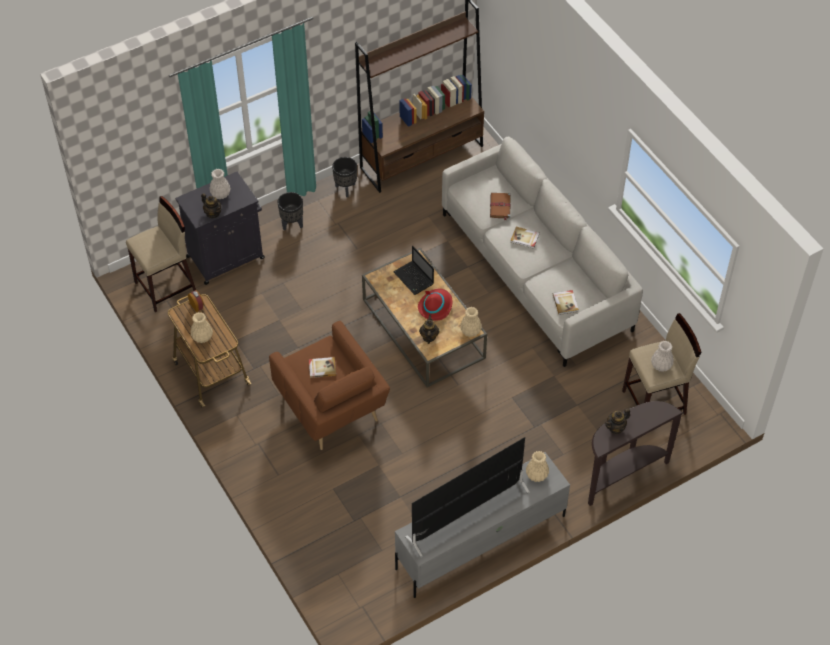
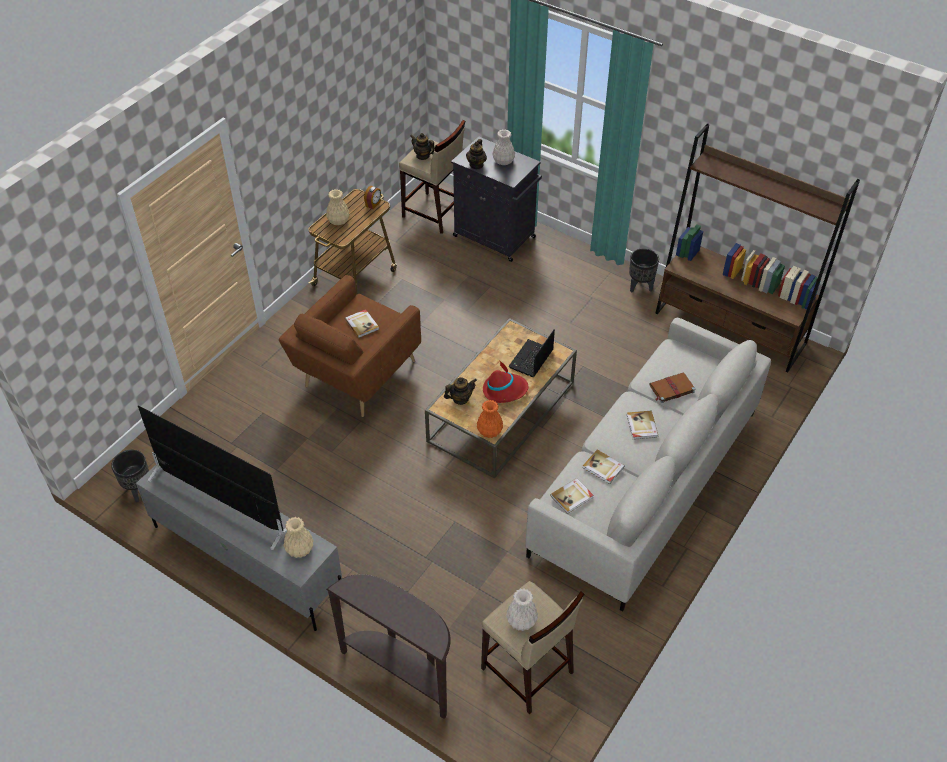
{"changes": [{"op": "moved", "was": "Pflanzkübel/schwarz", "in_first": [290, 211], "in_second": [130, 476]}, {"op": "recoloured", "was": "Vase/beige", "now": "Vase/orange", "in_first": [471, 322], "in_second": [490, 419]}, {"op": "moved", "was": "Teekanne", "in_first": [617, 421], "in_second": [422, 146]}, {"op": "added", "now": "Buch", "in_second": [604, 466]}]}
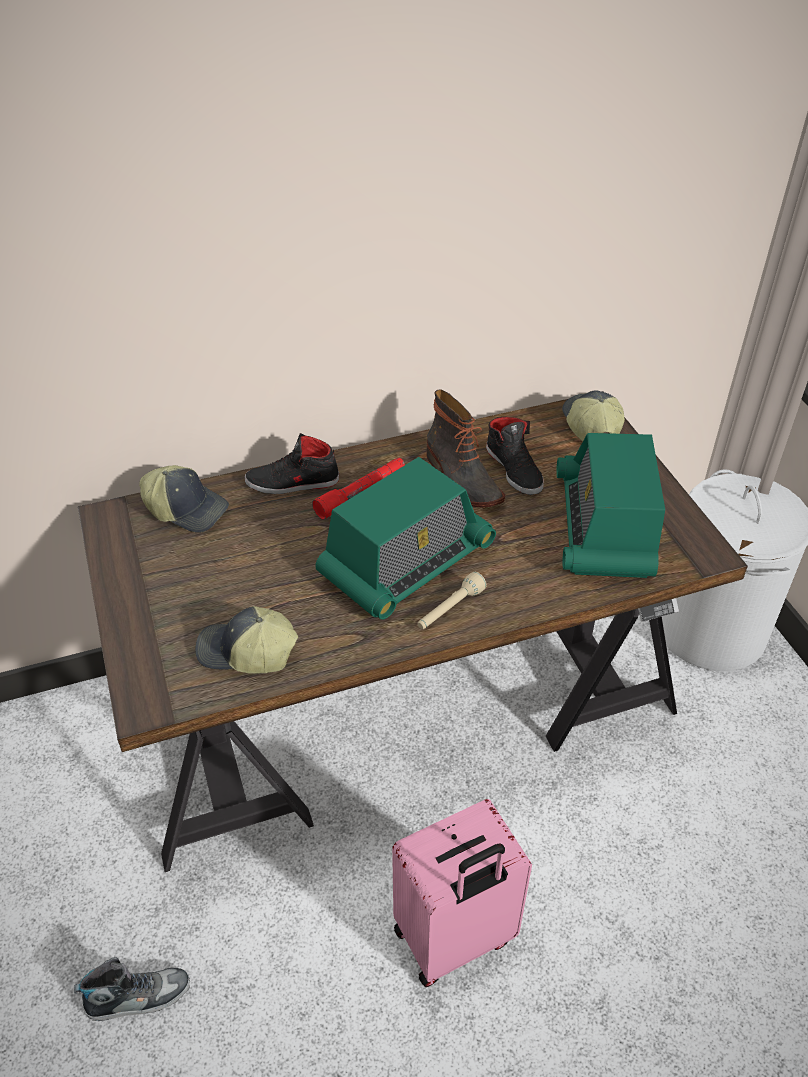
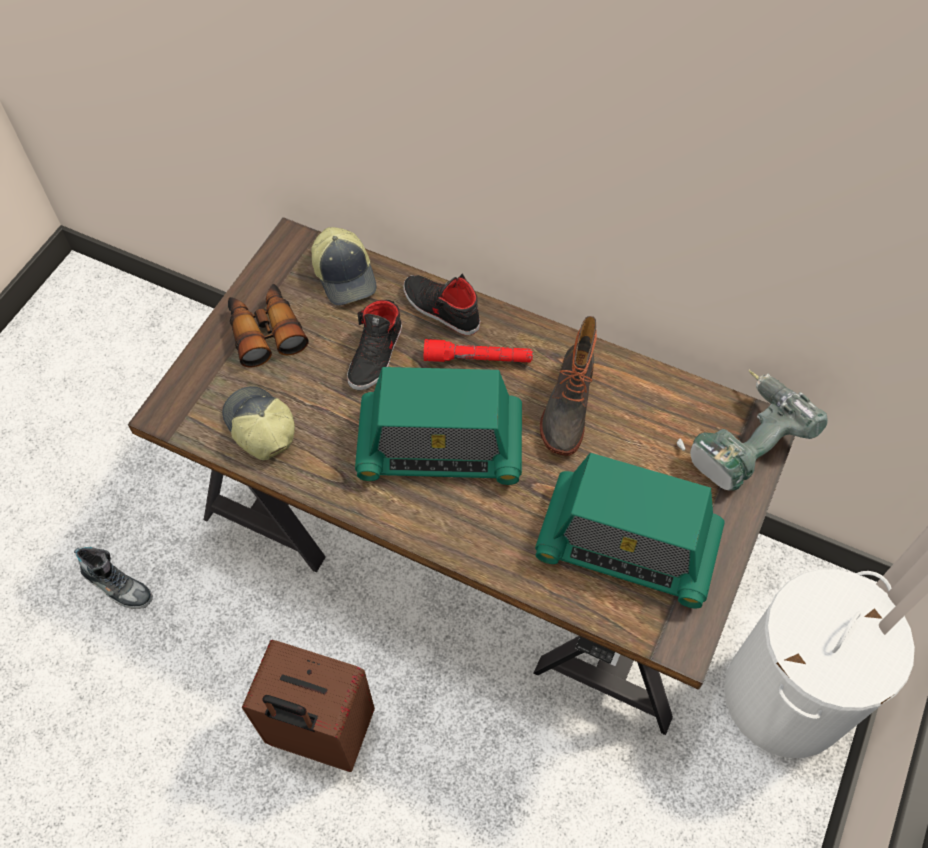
{"changes": [{"op": "recoloured", "was": "Koffer/rosa", "now": "Koffer/braun", "in_first": [462, 893], "in_second": [308, 706]}, {"op": "removed", "was": "Taschenlampe/beige", "in_first": [452, 600]}, {"op": "moved", "was": "Schuh/schwarz", "in_first": [515, 456], "in_second": [374, 345]}, {"op": "turned", "was": "Radio", "in_first": [610, 505], "in_second": [630, 530], "clockwise": -120}, {"op": "replaced", "was": "Kappe", "now": "Bohrmaschine", "in_first": [593, 415], "in_second": [752, 430]}, {"op": "added", "now": "Fernglas", "in_second": [268, 325]}]}
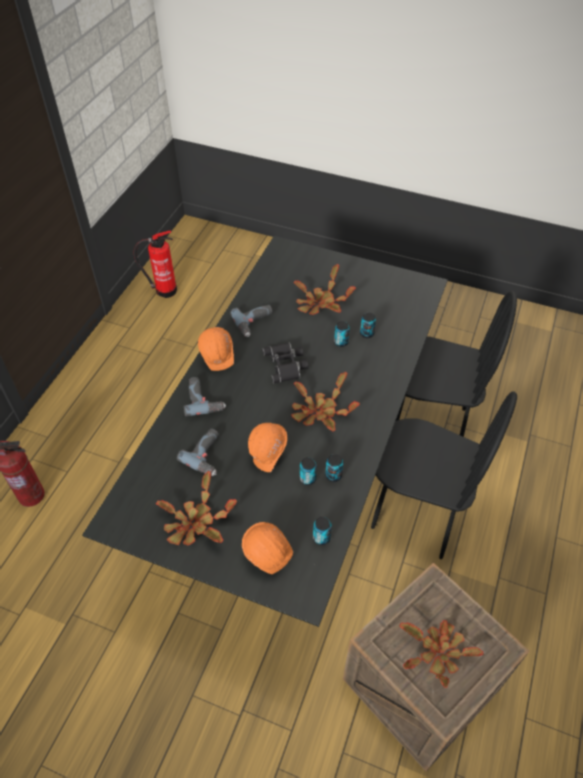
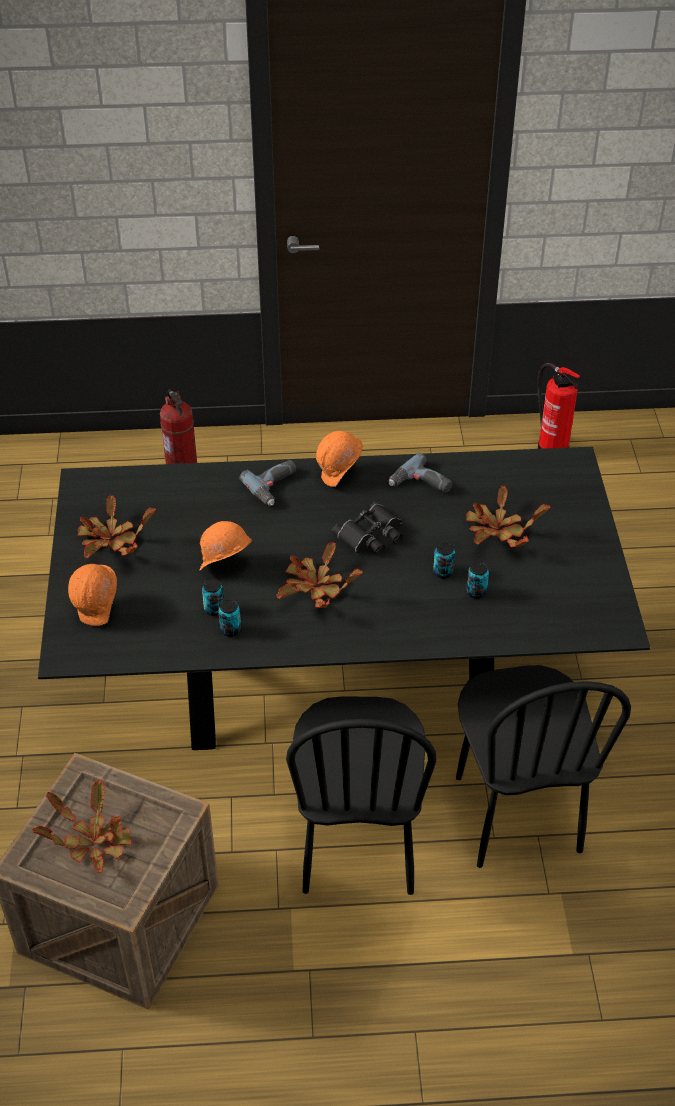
{"changes": [{"op": "removed", "was": "Bohrmaschine", "in_first": [198, 452]}, {"op": "removed", "was": "Dose", "in_first": [322, 531]}]}
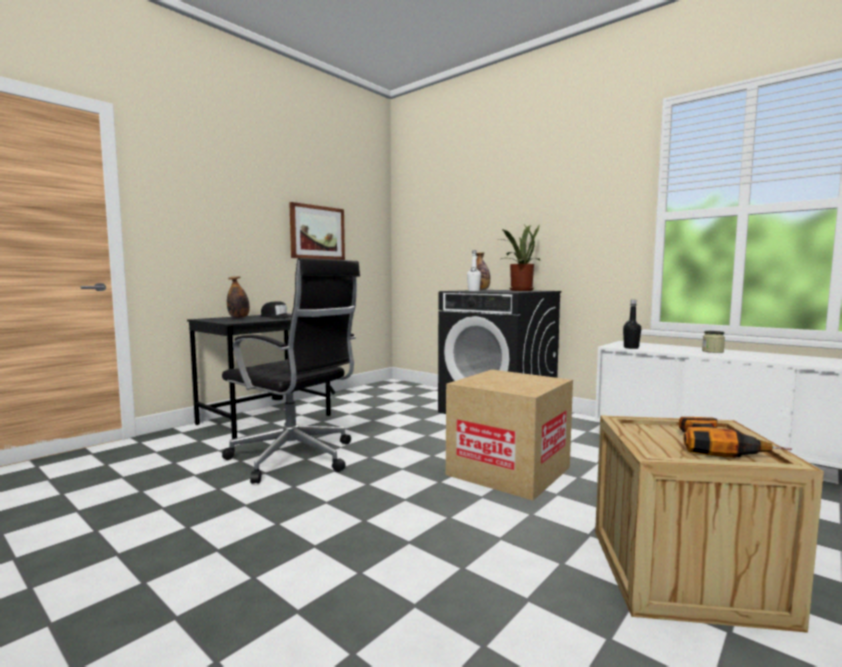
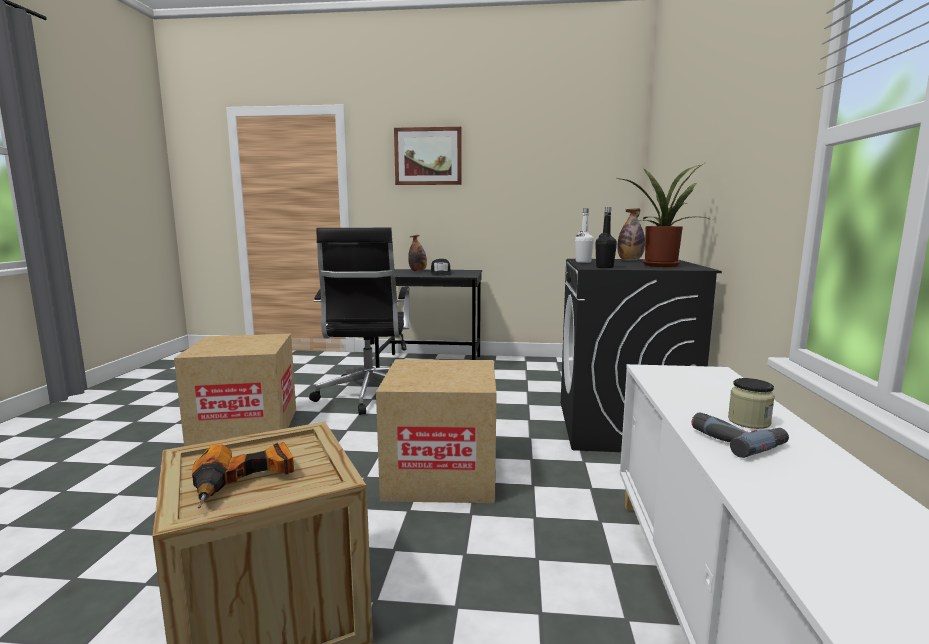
{"changes": [{"op": "moved", "was": "Bild", "in_first": [317, 231], "in_second": [428, 156]}, {"op": "moved", "was": "Flasche/schwarz", "in_first": [632, 324], "in_second": [606, 237]}, {"op": "added", "now": "Karton", "in_second": [235, 390]}, {"op": "added", "now": "Bohrmaschine", "in_second": [740, 435]}]}
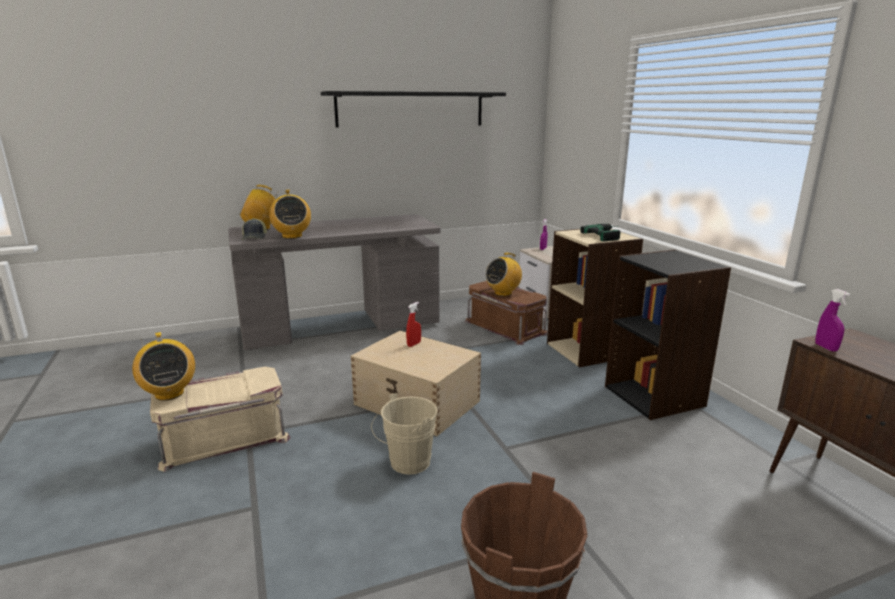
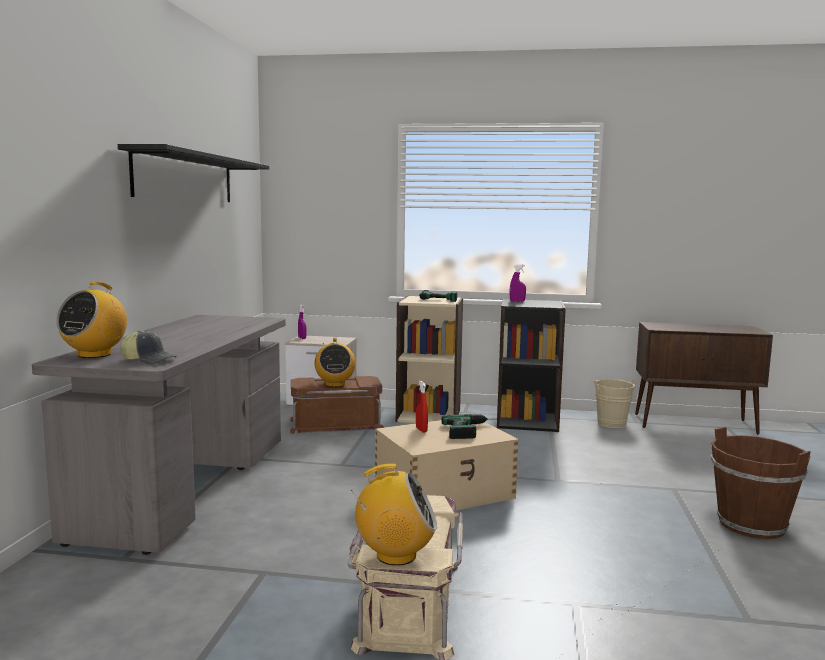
{"changes": [{"op": "removed", "was": "Radio", "in_first": [290, 214]}, {"op": "moved", "was": "Eimer/beige", "in_first": [404, 434], "in_second": [616, 403]}, {"op": "moved", "was": "Sprühflasche/lila", "in_first": [832, 320], "in_second": [518, 283]}, {"op": "added", "now": "Bohrmaschine", "in_second": [465, 426]}]}
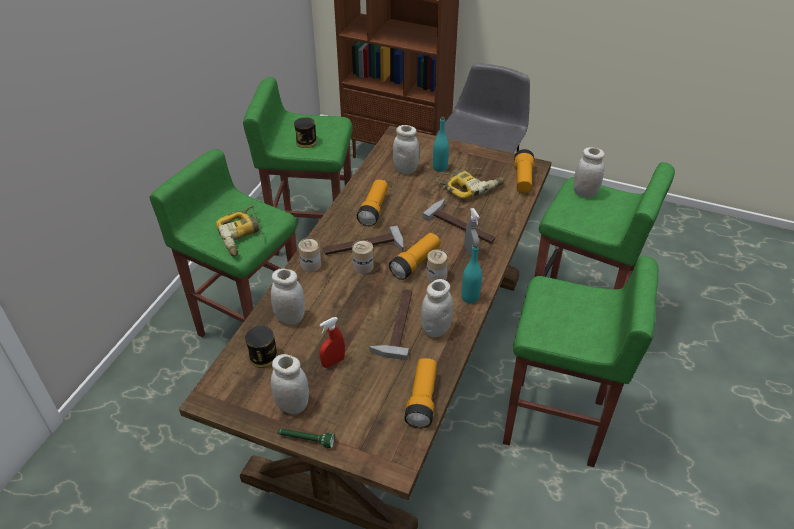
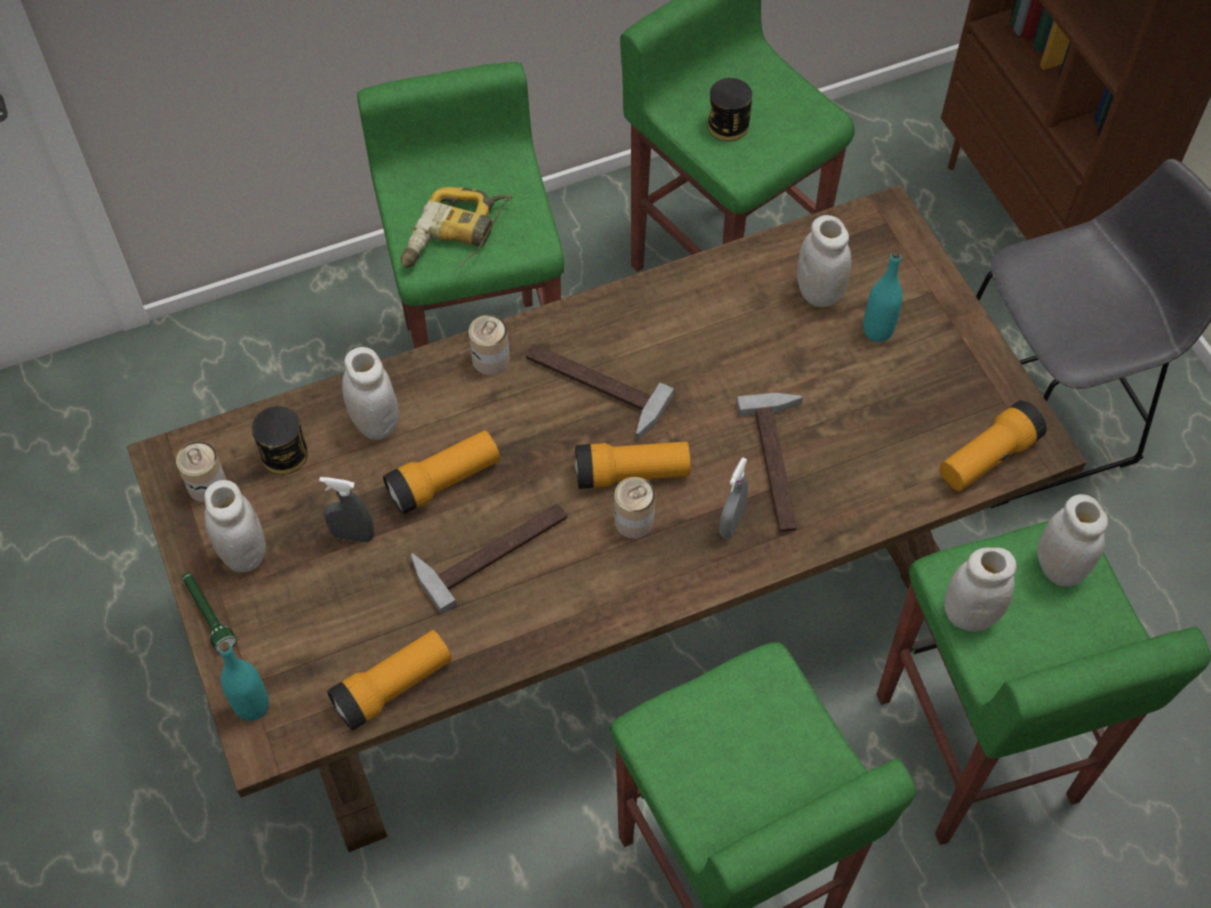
{"changes": [{"op": "recoloured", "was": "Sprühflasche/rot", "now": "Sprühflasche/grau", "in_first": [332, 342], "in_second": [346, 510]}, {"op": "moved", "was": "Dose", "in_first": [363, 257], "in_second": [201, 472]}, {"op": "moved", "was": "Taschenlampe", "in_first": [372, 202], "in_second": [441, 472]}, {"op": "moved", "was": "Vorratsglas/weiß", "in_first": [437, 308], "in_second": [980, 589]}, {"op": "removed", "was": "Bohrmaschine", "in_first": [470, 183]}, {"op": "moved", "was": "Flasche/türkis", "in_first": [472, 273], "in_second": [244, 681]}]}
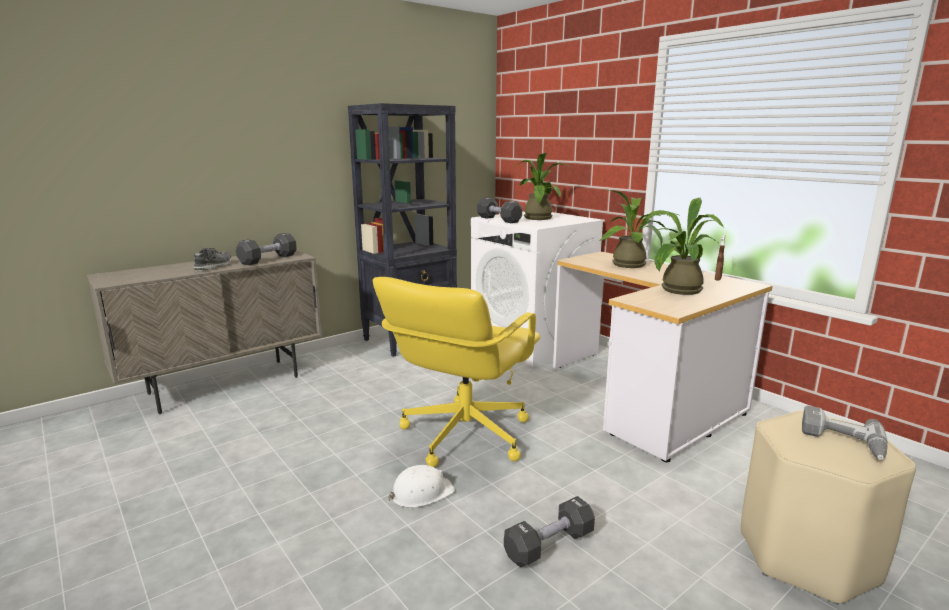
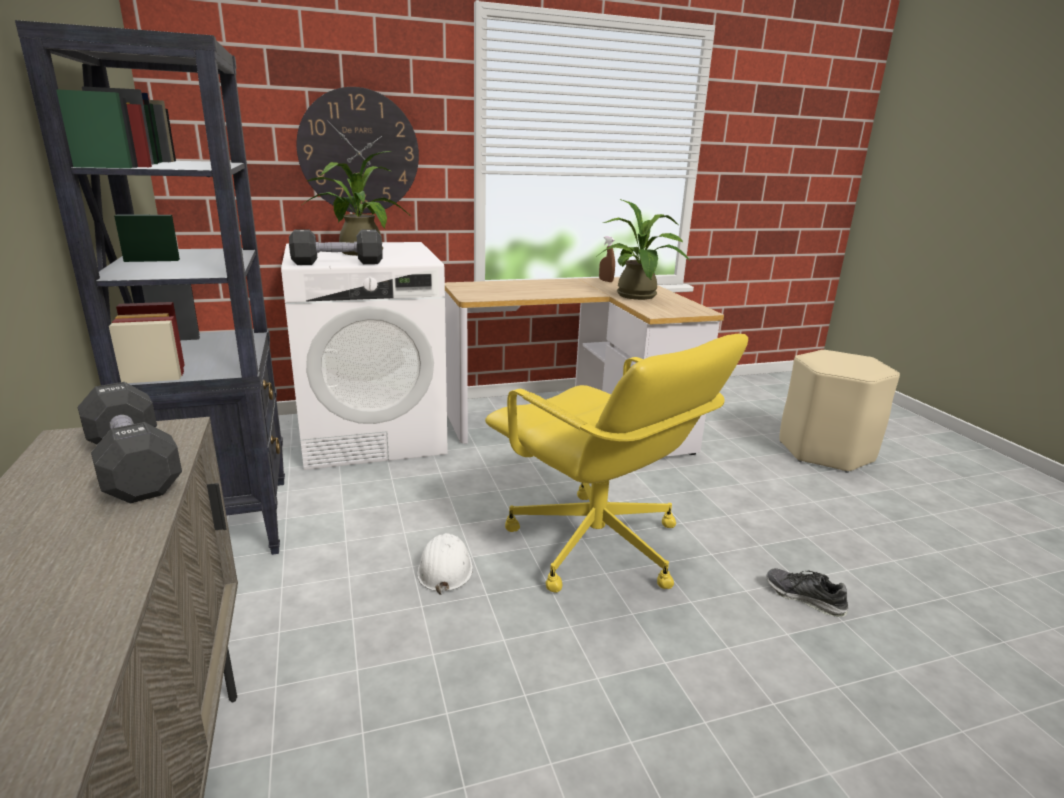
{"changes": [{"op": "moved", "was": "Schuh", "in_first": [212, 259], "in_second": [807, 592]}, {"op": "moved", "was": "Schutzhelm/weiß", "in_first": [421, 486], "in_second": [445, 564]}, {"op": "removed", "was": "Hantel/schwarz", "in_first": [549, 531]}, {"op": "removed", "was": "Topfpflanze", "in_first": [638, 229]}, {"op": "removed", "was": "Bohrmaschine", "in_first": [845, 432]}, {"op": "added", "now": "Wanduhr", "in_second": [358, 150]}]}
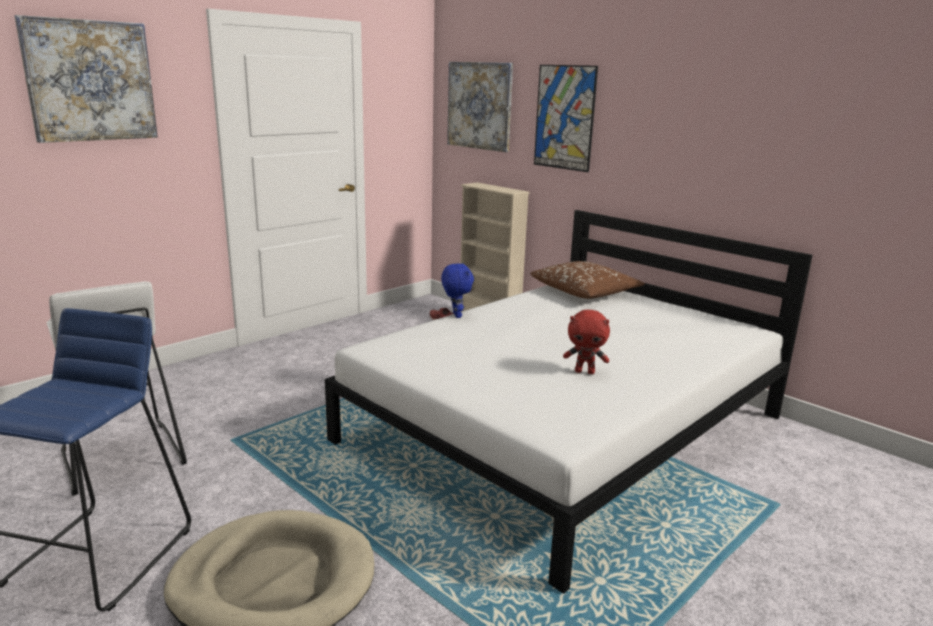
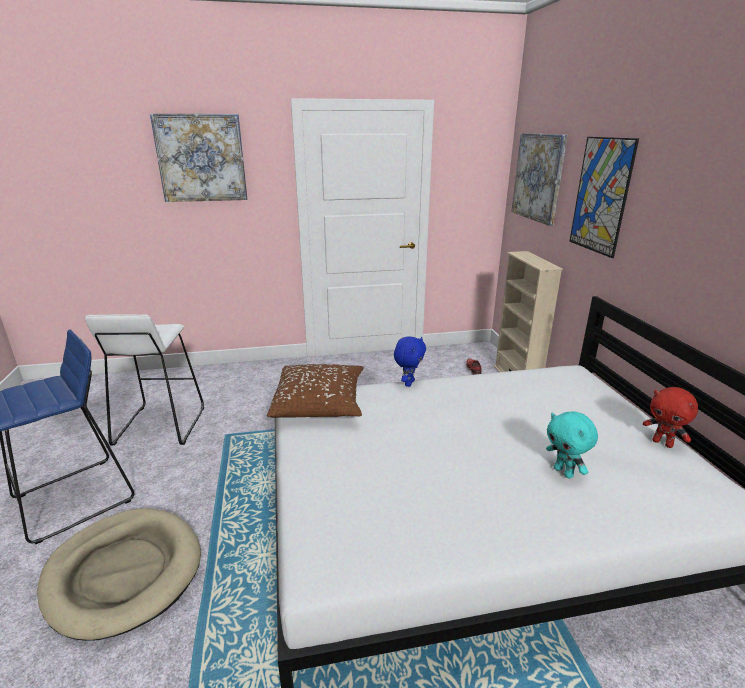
{"changes": [{"op": "moved", "was": "Kissen/braun", "in_first": [588, 280], "in_second": [315, 391]}, {"op": "moved", "was": "Plüschtier/rot", "in_first": [586, 342], "in_second": [670, 417]}, {"op": "added", "now": "Plüschtier/türkis", "in_second": [572, 444]}]}
